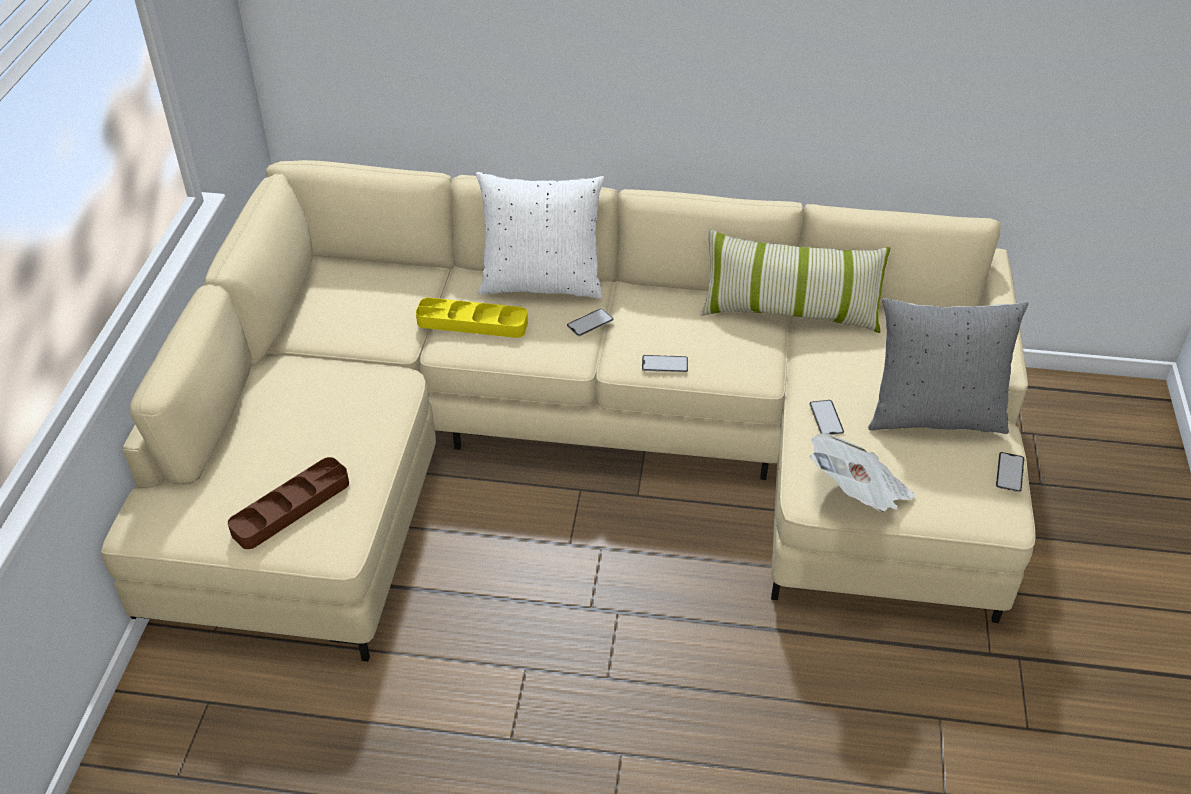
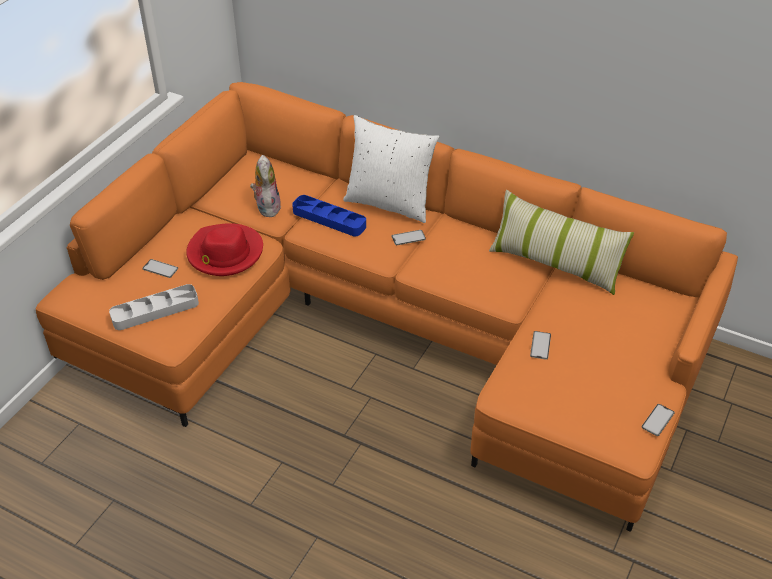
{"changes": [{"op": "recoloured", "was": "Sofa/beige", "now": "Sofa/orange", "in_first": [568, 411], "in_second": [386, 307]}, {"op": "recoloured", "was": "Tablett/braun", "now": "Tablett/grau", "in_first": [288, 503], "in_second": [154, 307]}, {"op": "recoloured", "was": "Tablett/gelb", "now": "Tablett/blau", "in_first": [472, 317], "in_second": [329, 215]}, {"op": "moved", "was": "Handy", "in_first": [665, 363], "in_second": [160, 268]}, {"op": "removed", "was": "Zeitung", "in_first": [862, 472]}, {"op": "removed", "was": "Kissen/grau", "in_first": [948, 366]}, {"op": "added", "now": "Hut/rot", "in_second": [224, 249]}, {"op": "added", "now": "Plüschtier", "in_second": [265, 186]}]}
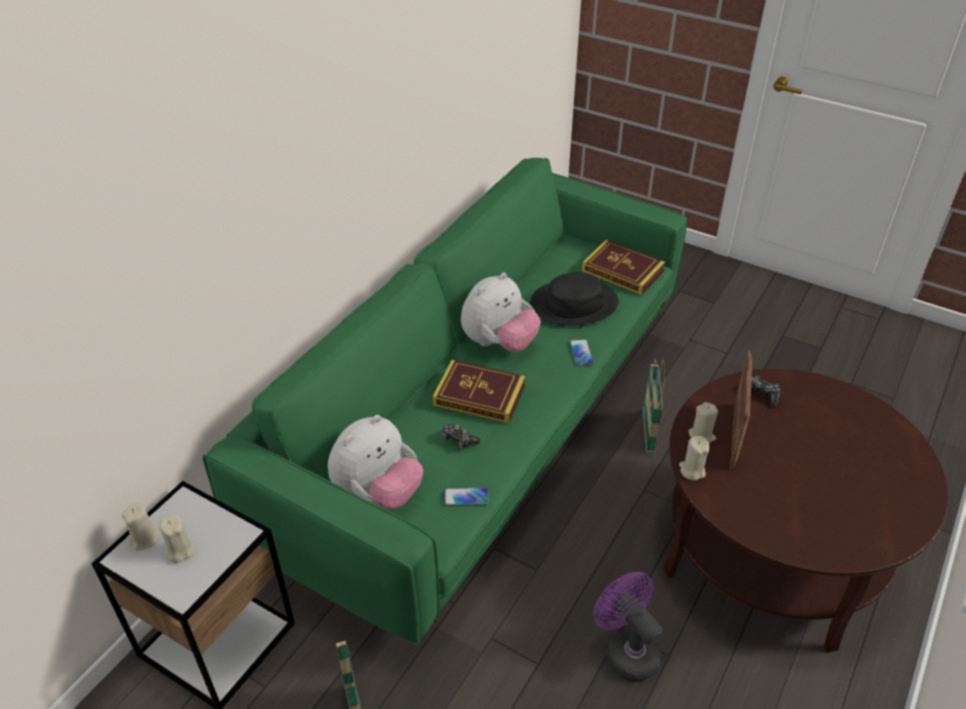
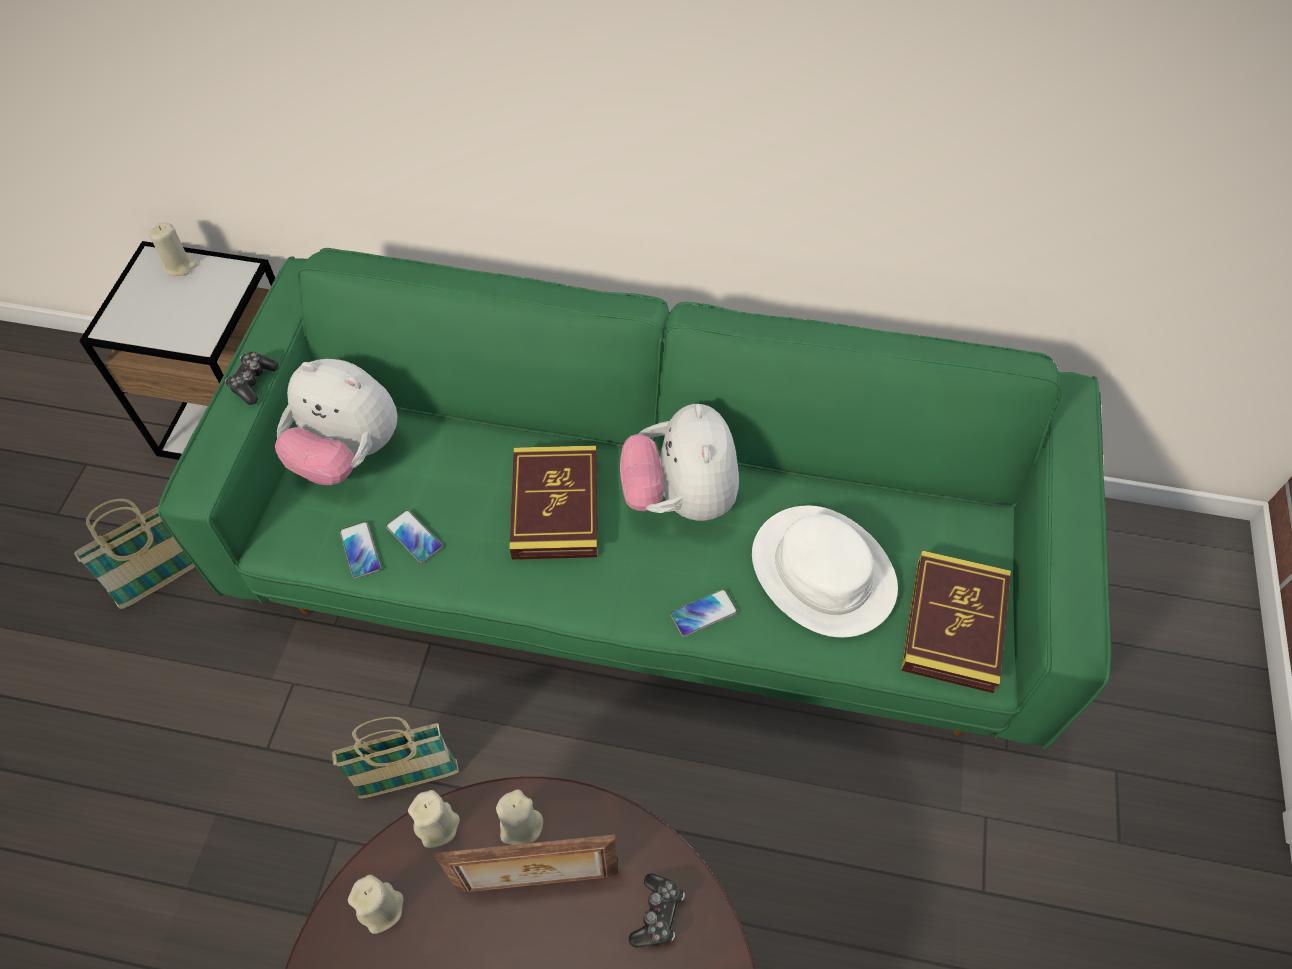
{"changes": [{"op": "moved", "was": "Kerze/beige", "in_first": [176, 539], "in_second": [376, 904]}, {"op": "moved", "was": "Gamepad", "in_first": [461, 436], "in_second": [252, 378]}, {"op": "turned", "was": "Plüschtier", "in_first": [501, 312], "in_second": [679, 462], "clockwise": 60}, {"op": "recoloured", "was": "Hut/schwarz", "now": "Hut/weiß", "in_first": [574, 299], "in_second": [825, 571]}, {"op": "removed", "was": "Ventilator/lila", "in_first": [628, 627]}, {"op": "moved", "was": "Korb", "in_first": [654, 405], "in_second": [395, 757]}, {"op": "added", "now": "Handy", "in_second": [414, 536]}]}
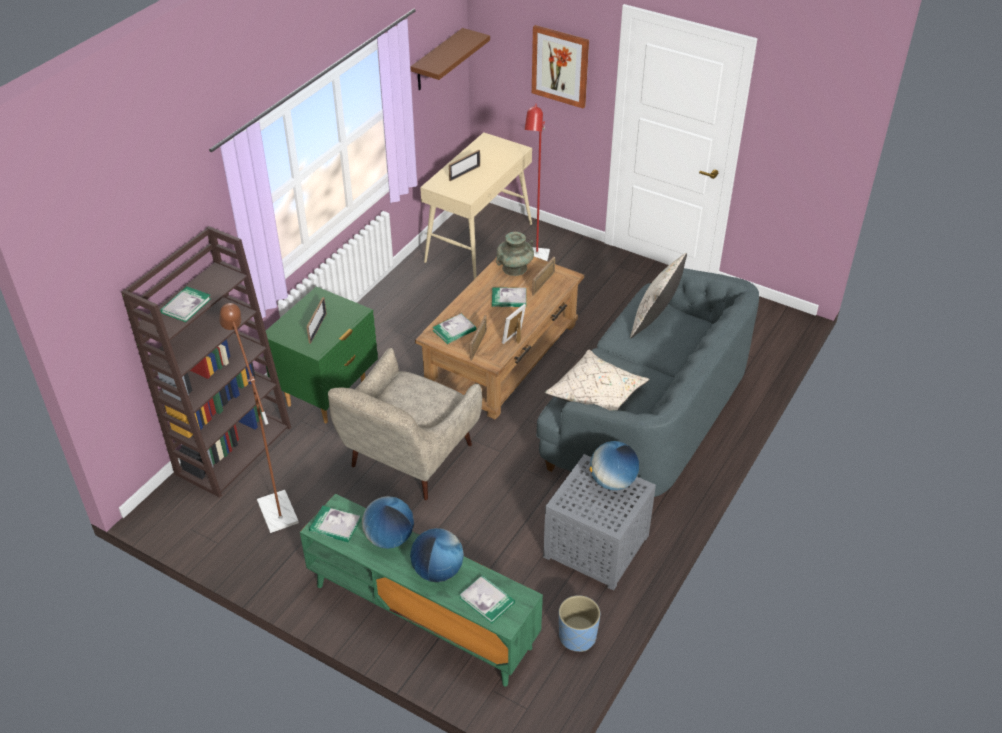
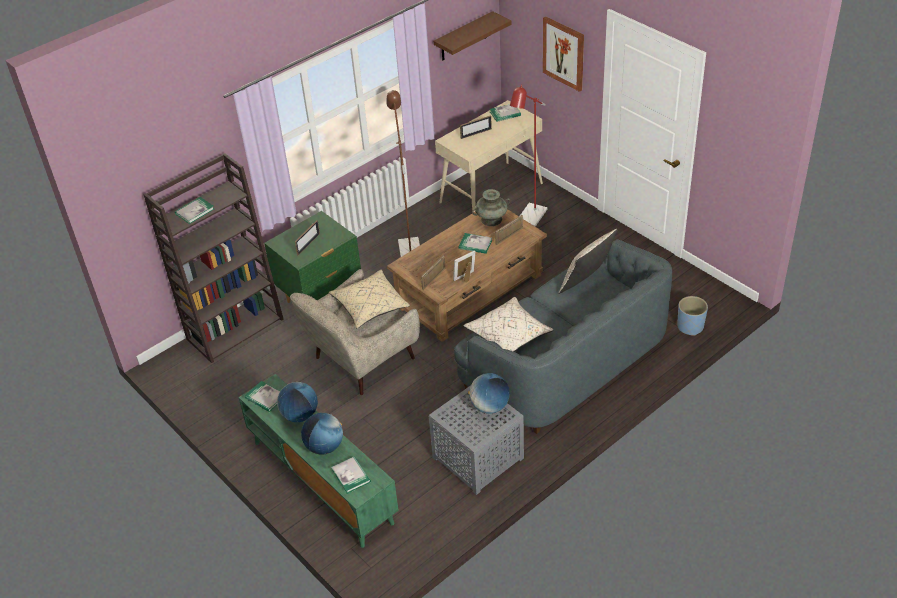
{"changes": [{"op": "moved", "was": "Stehlampe/braun", "in_first": [259, 418], "in_second": [403, 173]}, {"op": "moved", "was": "Buch", "in_first": [455, 329], "in_second": [505, 113]}, {"op": "moved", "was": "Pflanzkübel/blau", "in_first": [579, 623], "in_second": [692, 316]}, {"op": "added", "now": "Kissen/beige", "in_second": [369, 299]}]}
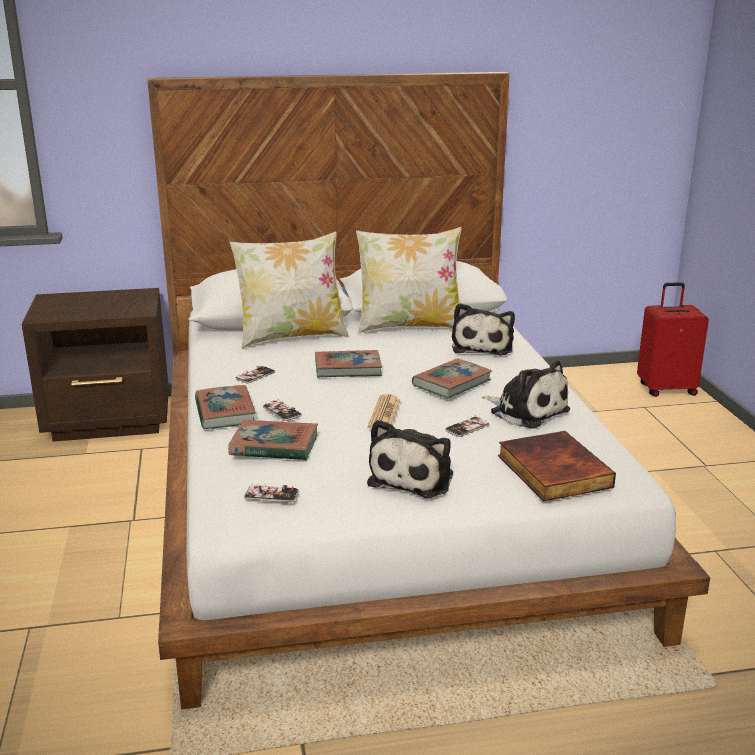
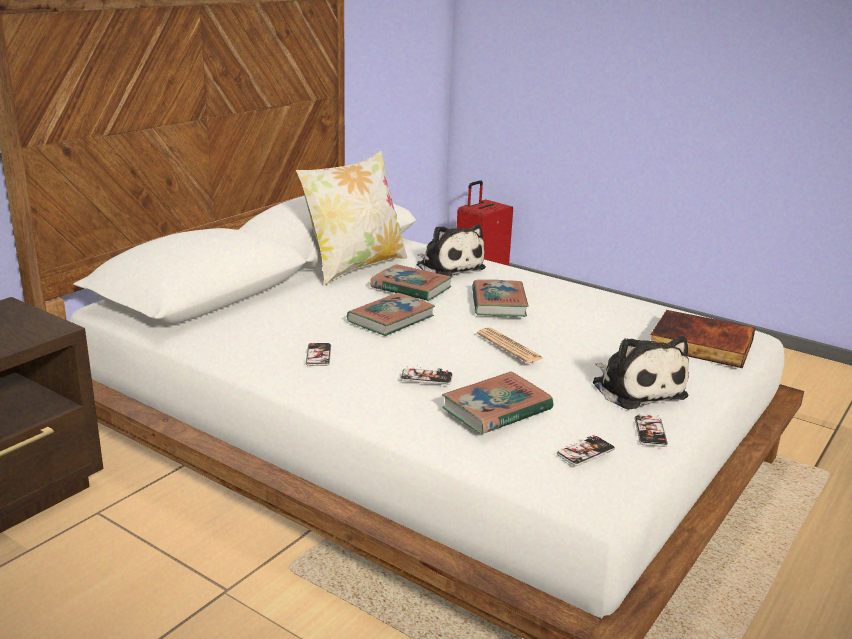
{"changes": [{"op": "moved", "was": "Buch", "in_first": [225, 407], "in_second": [411, 282]}, {"op": "removed", "was": "Kissen", "in_first": [289, 290]}, {"op": "moved", "was": "Handy", "in_first": [467, 426], "in_second": [651, 430]}, {"op": "removed", "was": "Plüschtier", "in_first": [526, 394]}]}
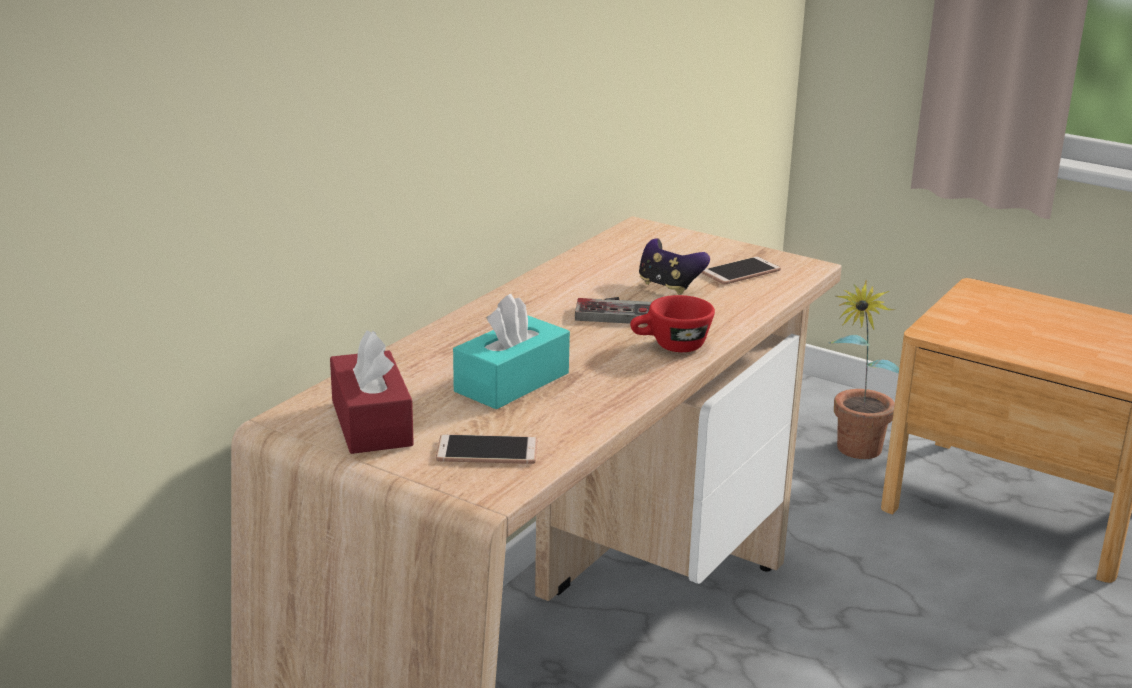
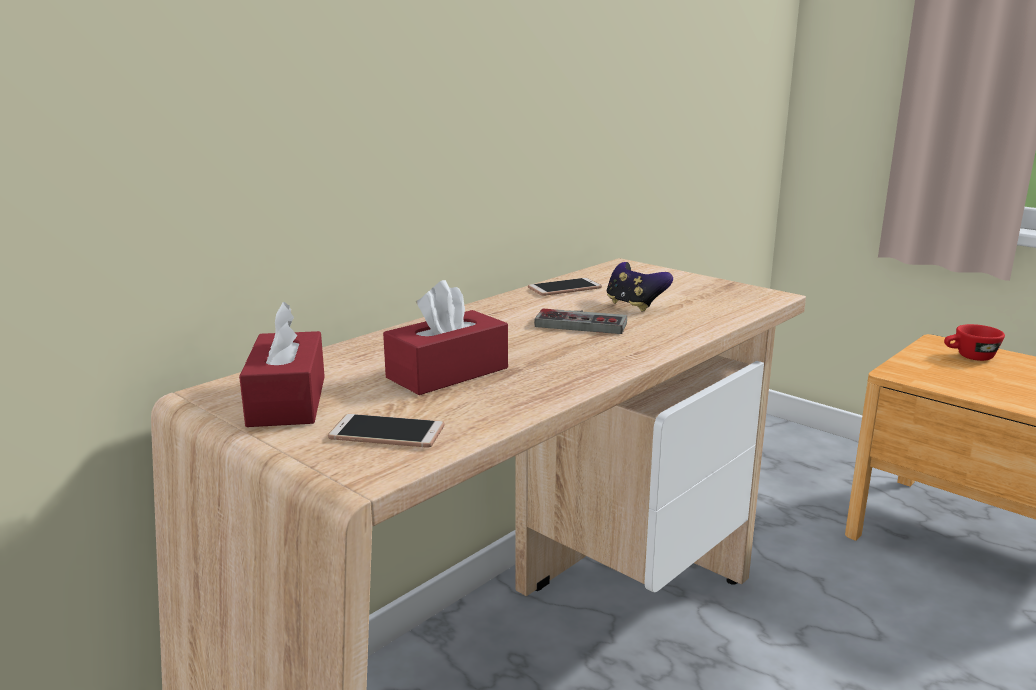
{"changes": [{"op": "recoloured", "was": "Taschentuchbox/türkis", "now": "Taschentuchbox/rot", "in_first": [511, 351], "in_second": [445, 337]}, {"op": "moved", "was": "Tasse/rot", "in_first": [672, 323], "in_second": [974, 342]}, {"op": "moved", "was": "Handy", "in_first": [741, 270], "in_second": [565, 287]}, {"op": "removed", "was": "Topfpflanze", "in_first": [863, 369]}]}
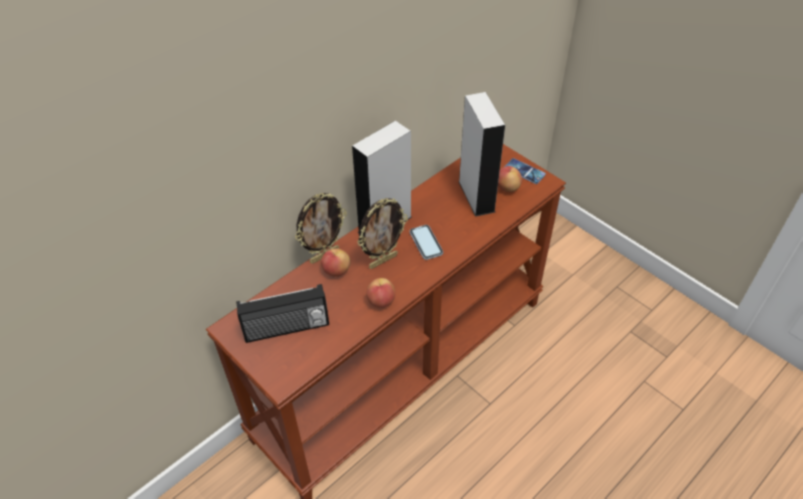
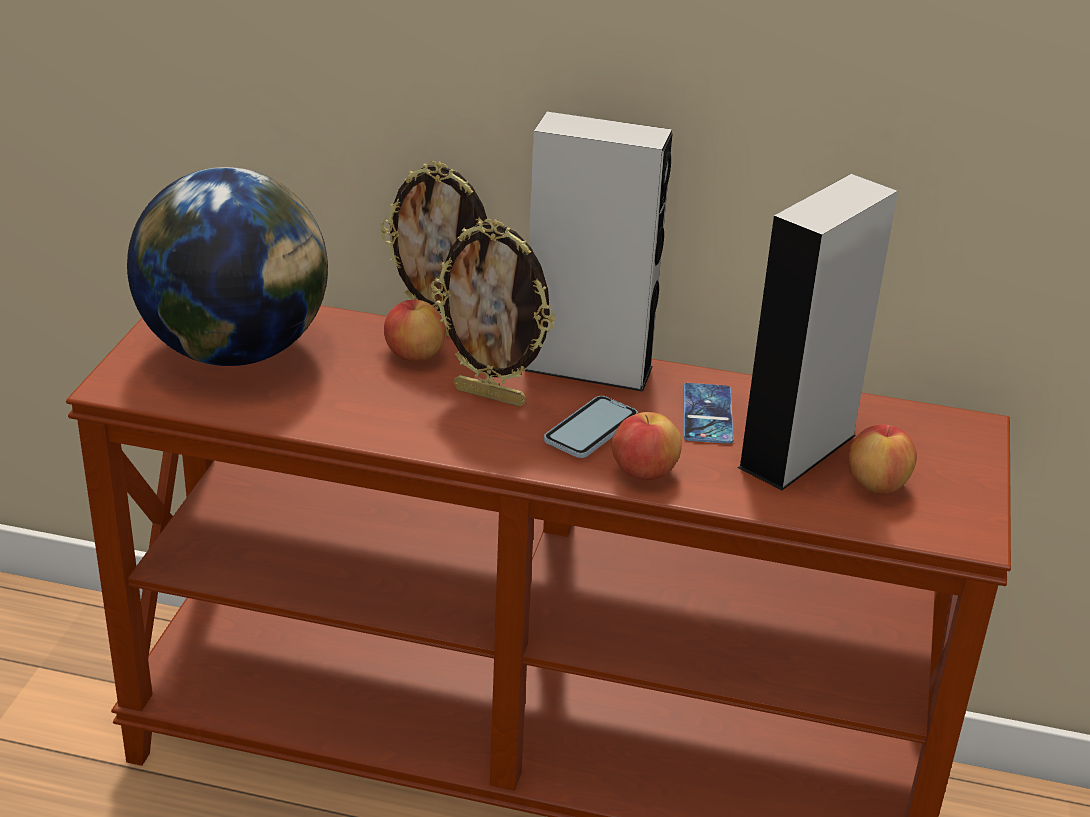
{"changes": [{"op": "replaced", "was": "Radio", "now": "Globus", "in_first": [282, 313], "in_second": [227, 266]}, {"op": "moved", "was": "Apfel", "in_first": [380, 293], "in_second": [646, 446]}, {"op": "moved", "was": "Handy", "in_first": [525, 171], "in_second": [709, 413]}]}
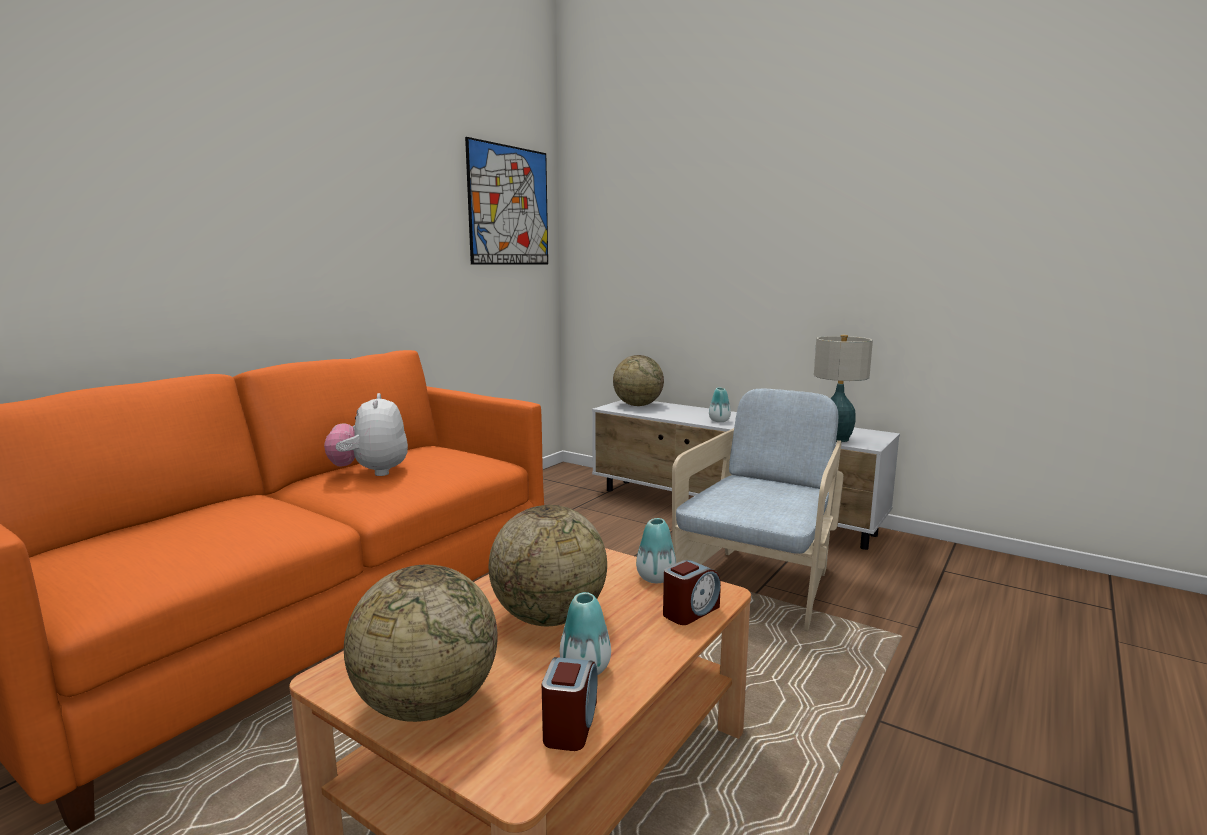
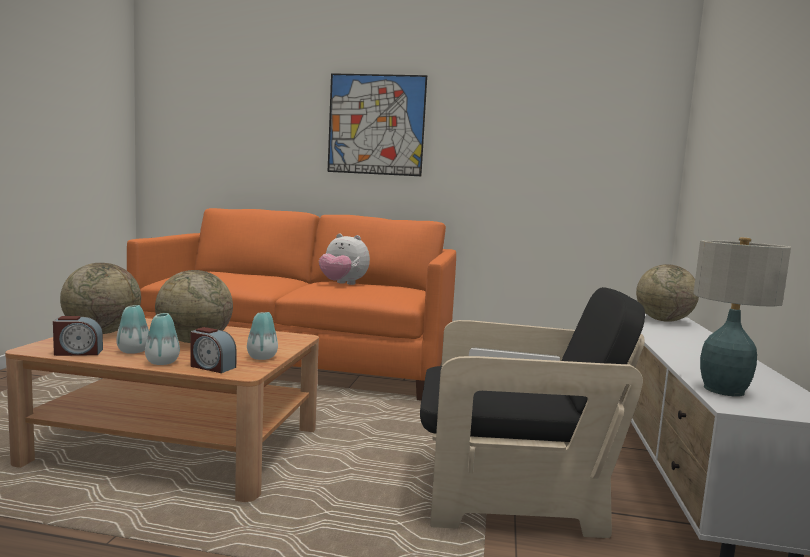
{"changes": [{"op": "turned", "was": "Plüschtier", "in_first": [366, 434], "in_second": [344, 259], "clockwise": -120}, {"op": "moved", "was": "Bild", "in_first": [506, 201], "in_second": [377, 124]}, {"op": "recoloured", "was": "Sessel/beige", "now": "Sessel/schwarz", "in_first": [758, 510], "in_second": [532, 412]}, {"op": "moved", "was": "Vase", "in_first": [720, 405], "in_second": [162, 339]}]}
